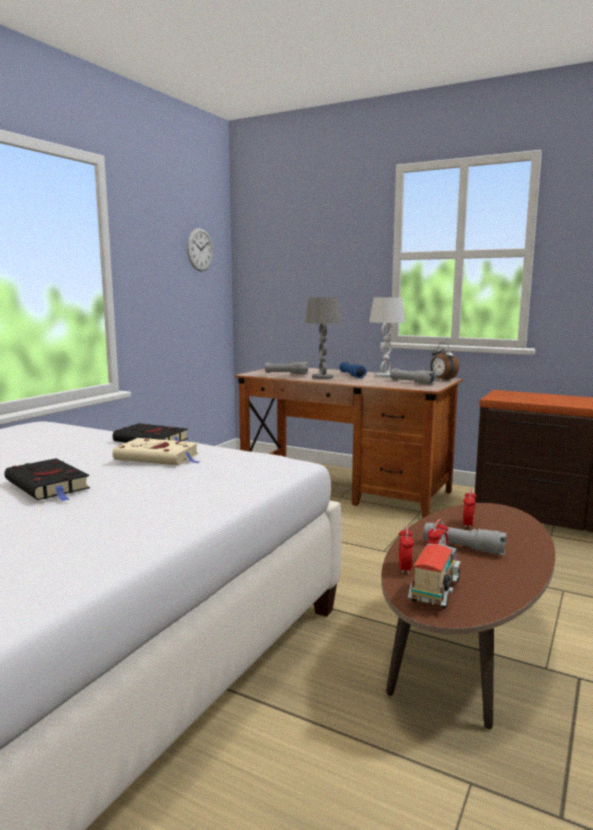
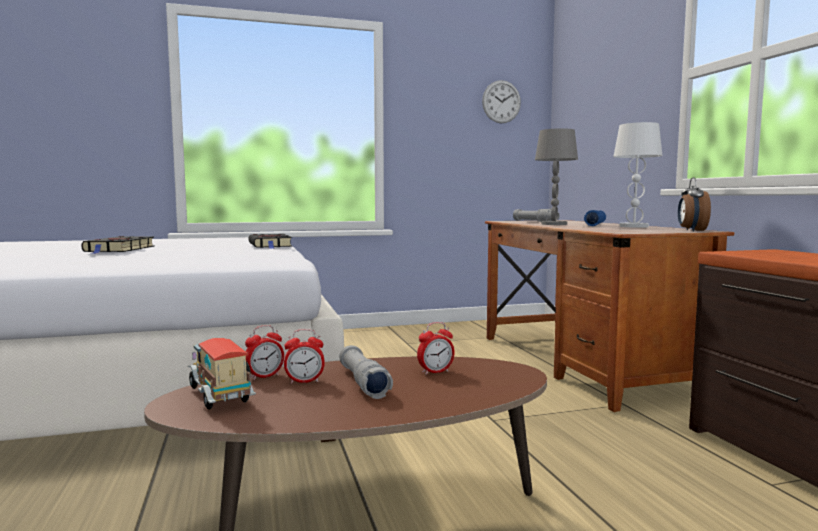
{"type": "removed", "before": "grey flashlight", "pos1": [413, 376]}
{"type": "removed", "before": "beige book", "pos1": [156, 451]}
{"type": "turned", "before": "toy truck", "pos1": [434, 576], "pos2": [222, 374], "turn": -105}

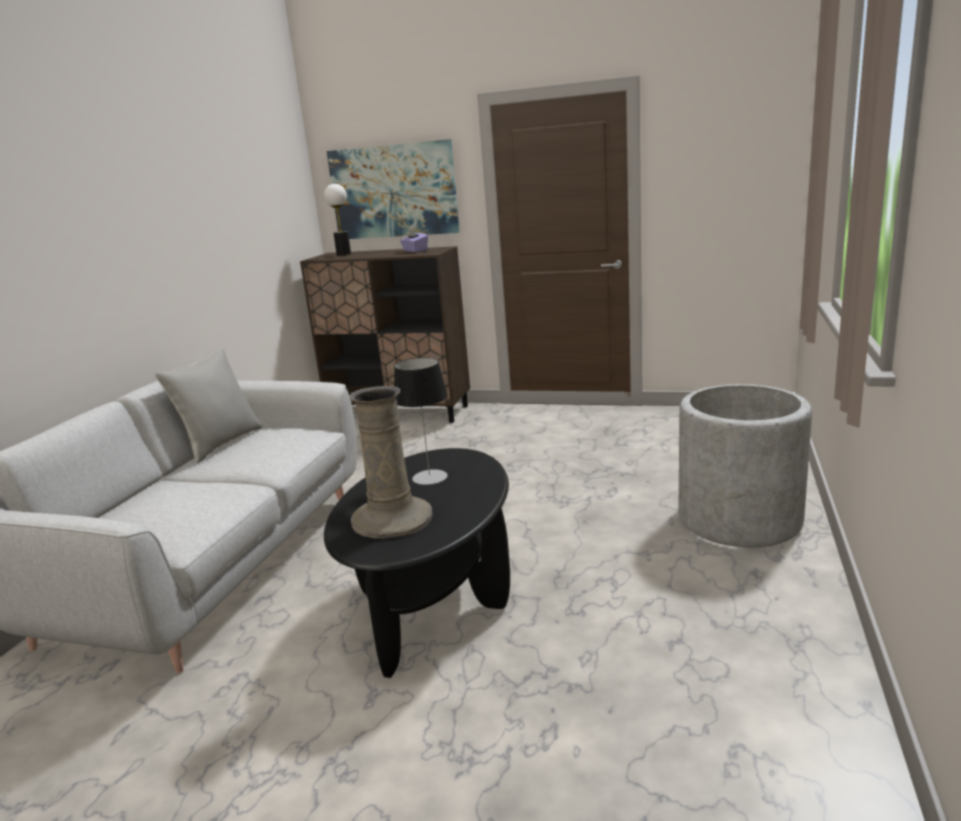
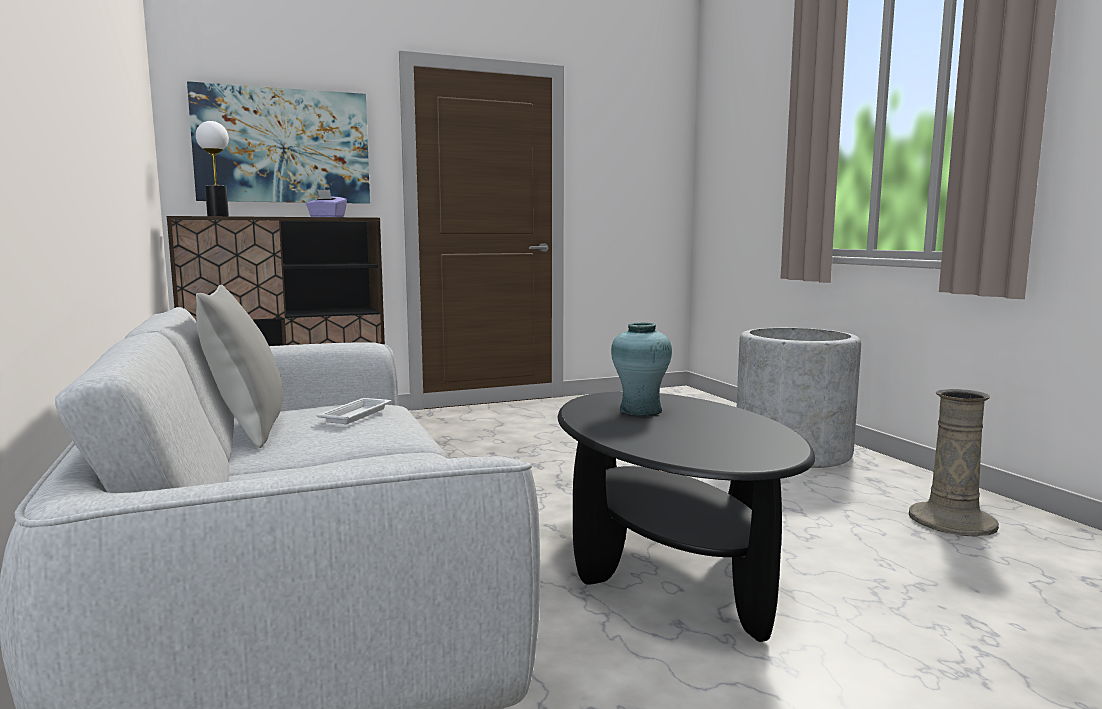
{"type": "replaced", "before": "table lamp", "after": "turquoise vase", "pos1": [421, 421], "pos2": [641, 369]}
{"type": "moved", "before": "beige vase", "pos1": [391, 462], "pos2": [954, 462]}
{"type": "added", "after": "white tray", "pos2": [354, 411]}

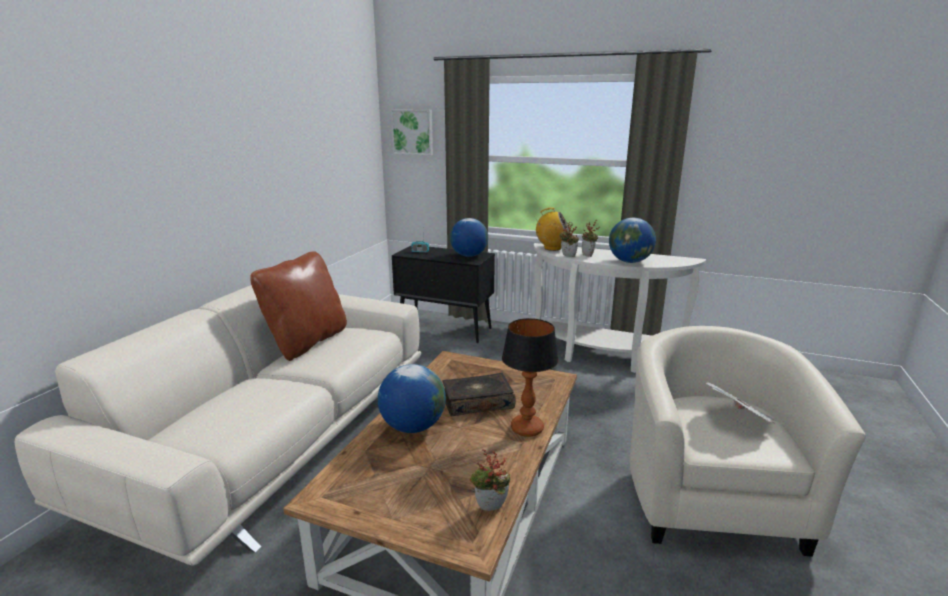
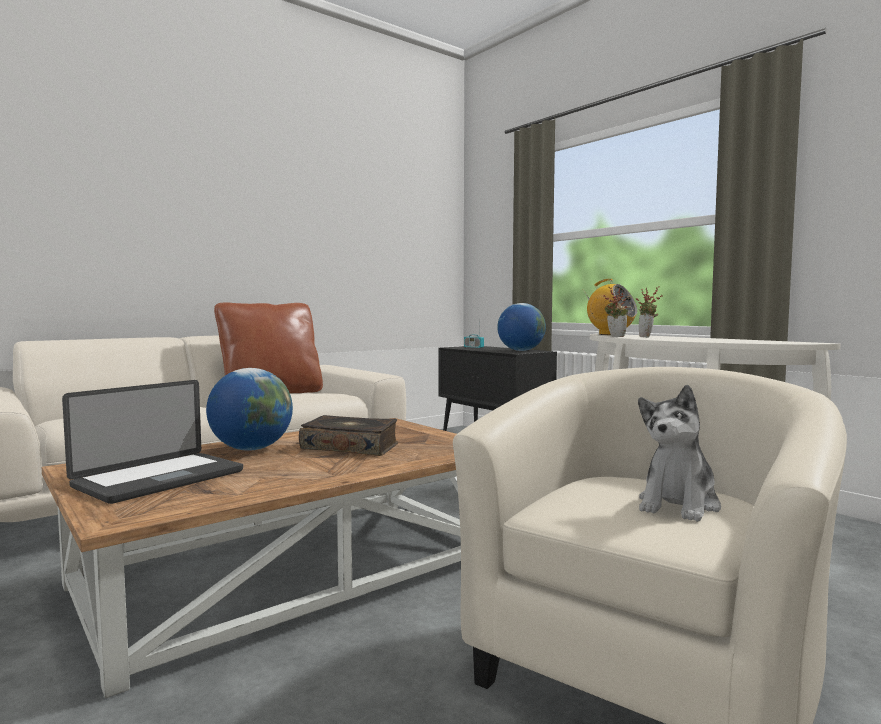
{"type": "removed", "before": "picture", "pos1": [412, 132]}
{"type": "removed", "before": "globe", "pos1": [632, 240]}
{"type": "removed", "before": "table lamp", "pos1": [530, 377]}
{"type": "replaced", "before": "newspaper", "after": "plush toy", "pos1": [742, 402], "pos2": [679, 453]}
{"type": "removed", "before": "potted plant", "pos1": [490, 480]}
{"type": "added", "after": "laptop", "pos2": [152, 442]}

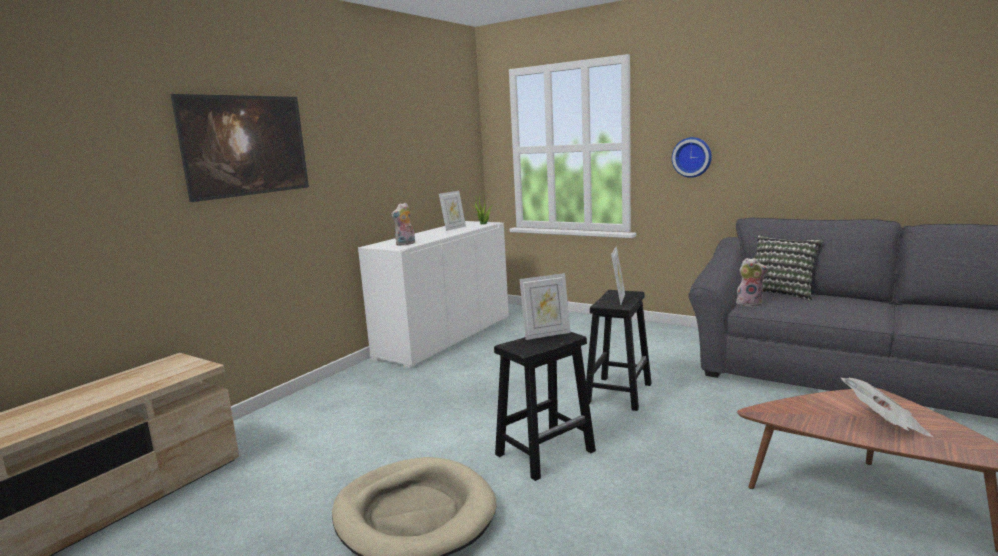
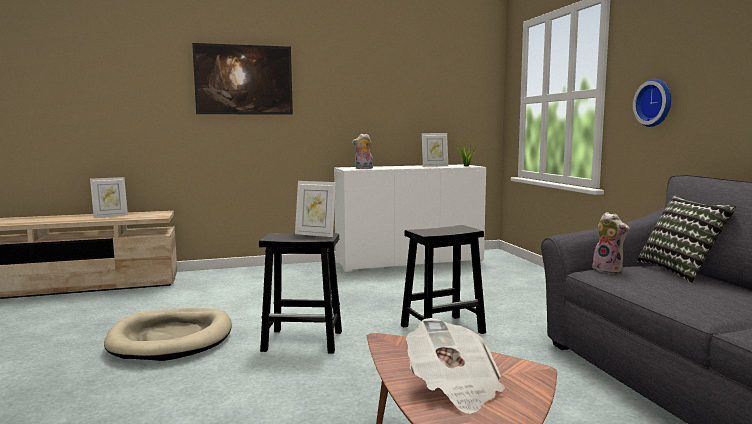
{"type": "moved", "before": "picture frame", "pos1": [618, 275], "pos2": [109, 197]}

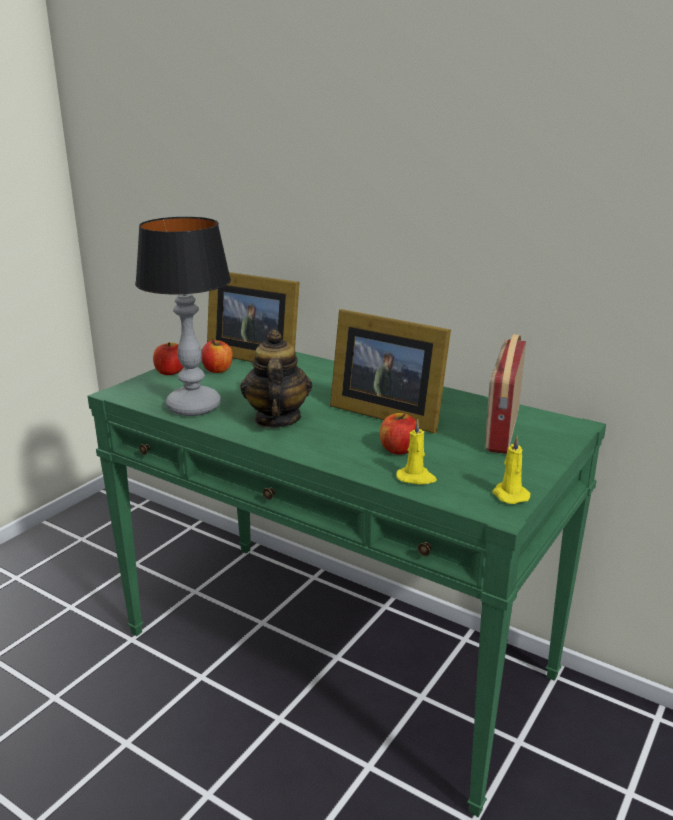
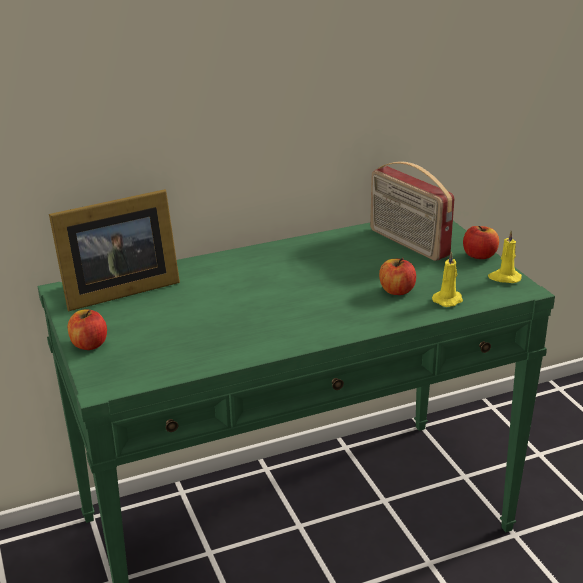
{"type": "removed", "before": "table lamp", "pos1": [183, 316]}
{"type": "removed", "before": "picture frame", "pos1": [390, 371]}
{"type": "removed", "before": "teapot", "pos1": [276, 378]}
{"type": "moved", "before": "apple", "pos1": [217, 356], "pos2": [481, 242]}

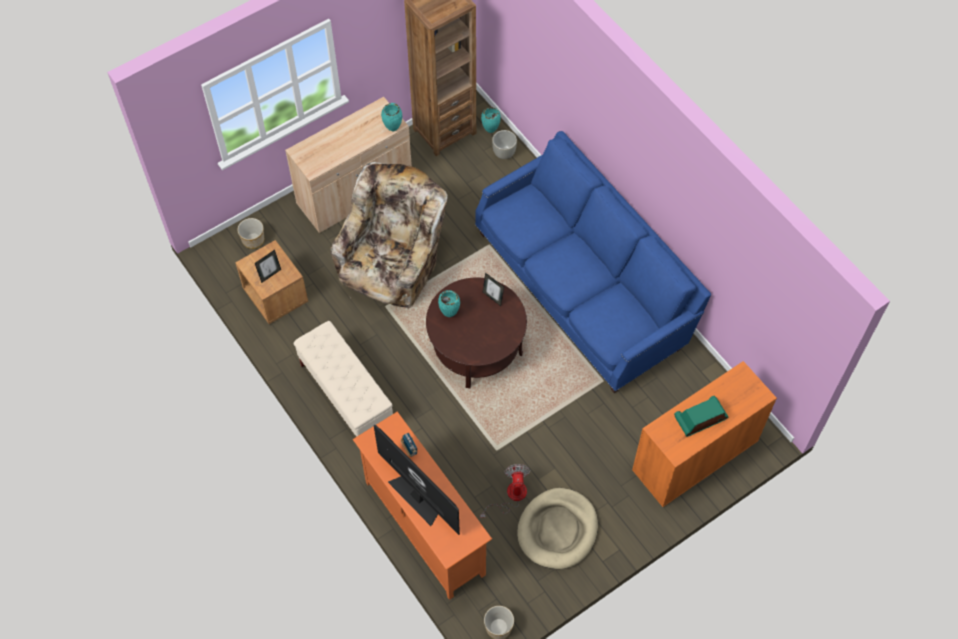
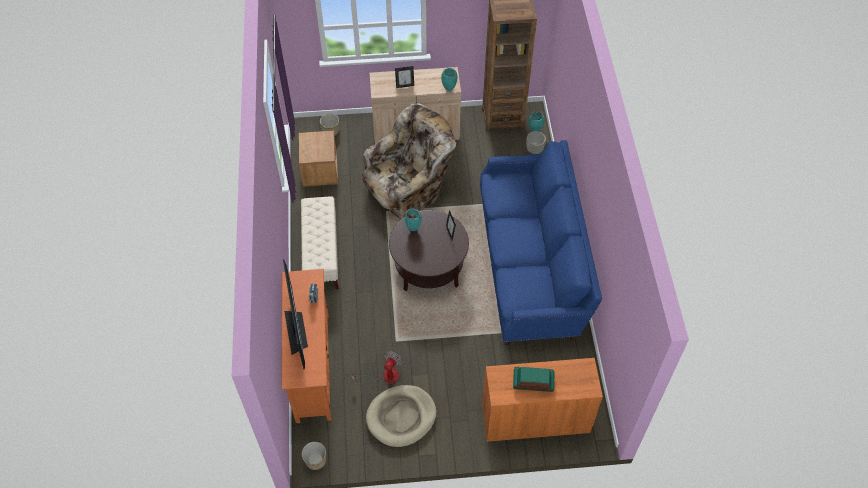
{"type": "moved", "before": "picture frame", "pos1": [268, 266], "pos2": [404, 77]}

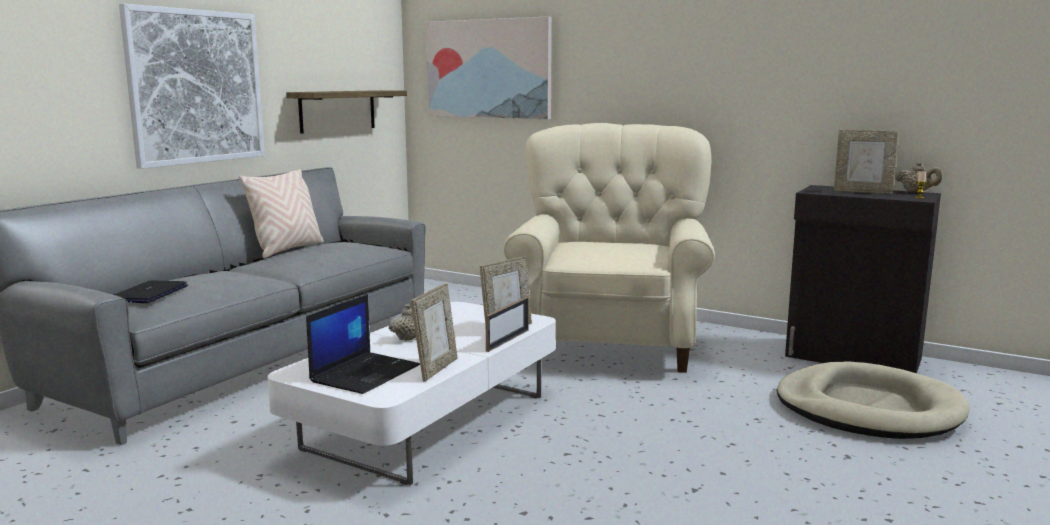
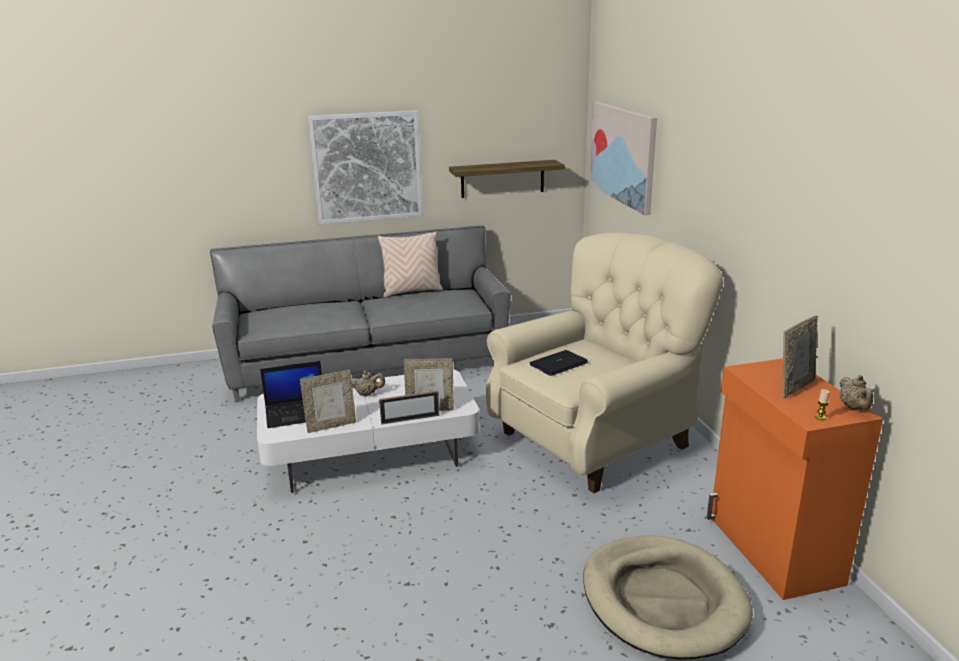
{"type": "turned", "before": "picture frame", "pos1": [866, 162], "pos2": [800, 357], "turn": -105}
{"type": "recoloured", "before": "black cabinet", "after": "orange cabinet", "pos1": [863, 279], "pos2": [795, 479]}
{"type": "moved", "before": "laptop", "pos1": [151, 292], "pos2": [558, 363]}

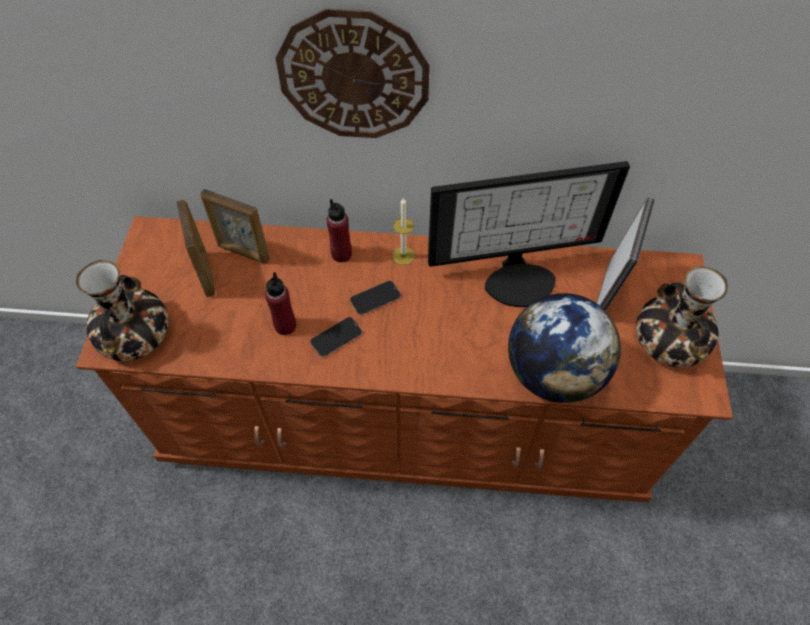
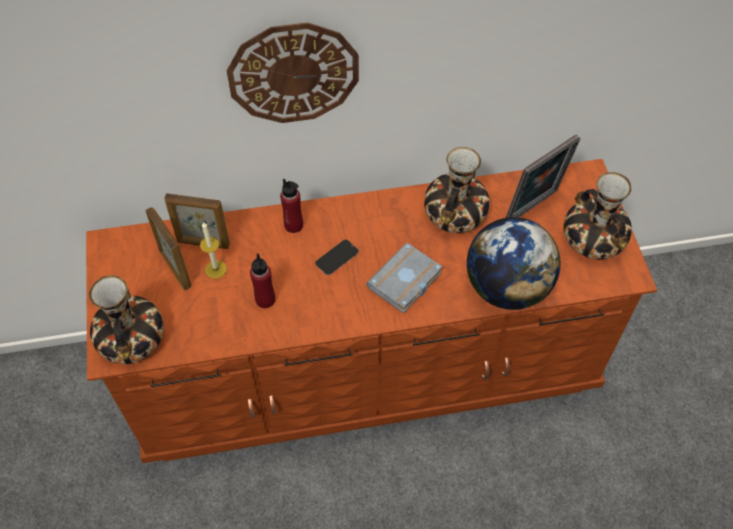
{"type": "replaced", "before": "monitor", "after": "vase", "pos1": [529, 234], "pos2": [457, 190]}
{"type": "moved", "before": "candle", "pos1": [403, 231], "pos2": [213, 250]}
{"type": "turned", "before": "picture frame", "pos1": [626, 254], "pos2": [543, 176], "turn": 45}
{"type": "removed", "before": "phone", "pos1": [336, 337]}
{"type": "added", "after": "grey book", "pos2": [404, 278]}

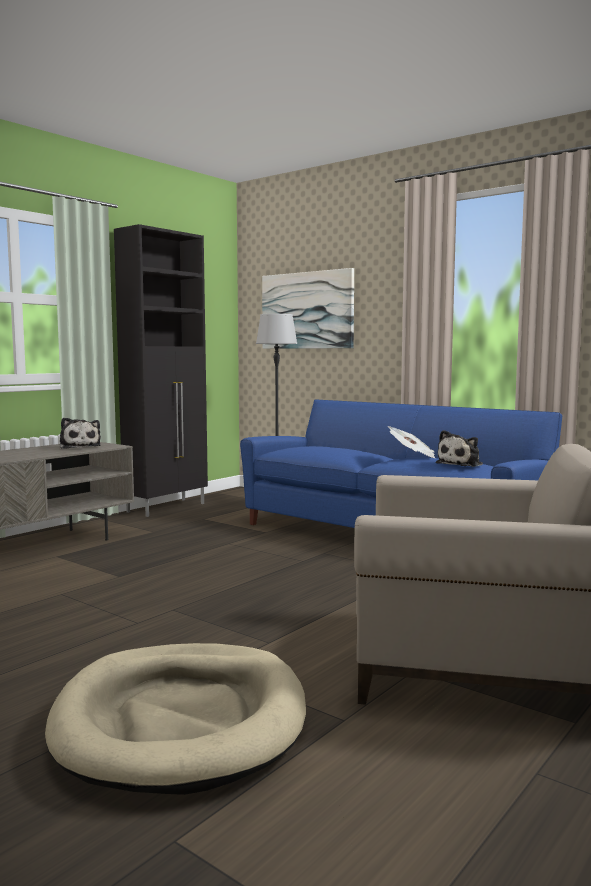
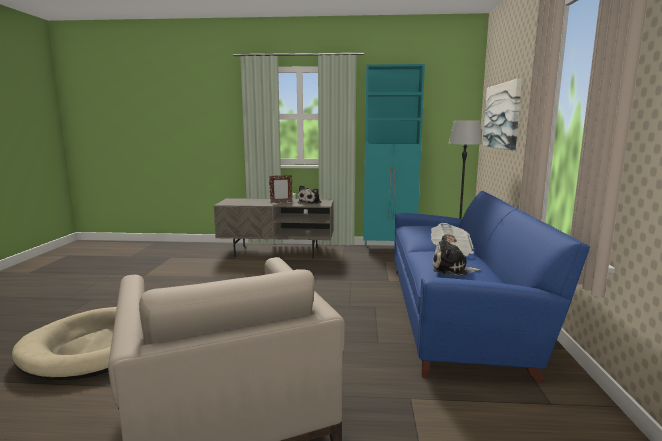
{"type": "recoloured", "before": "black cabinet", "after": "turquoise cabinet", "pos1": [161, 370], "pos2": [394, 158]}
{"type": "added", "after": "picture frame", "pos2": [281, 189]}

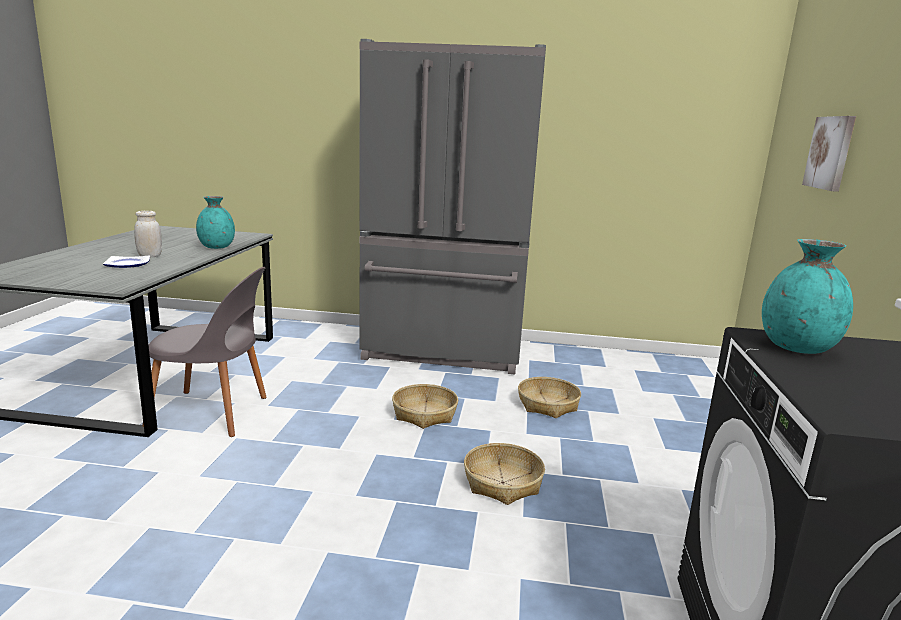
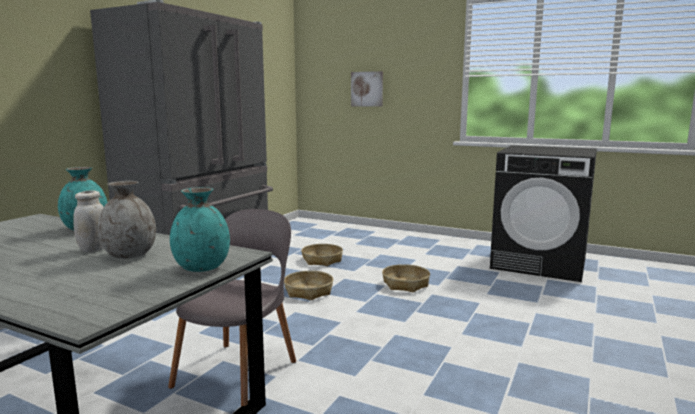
{"type": "moved", "before": "turquoise vase", "pos1": [807, 296], "pos2": [200, 229]}
{"type": "replaced", "before": "plate", "after": "grey vase", "pos1": [126, 262], "pos2": [127, 220]}

